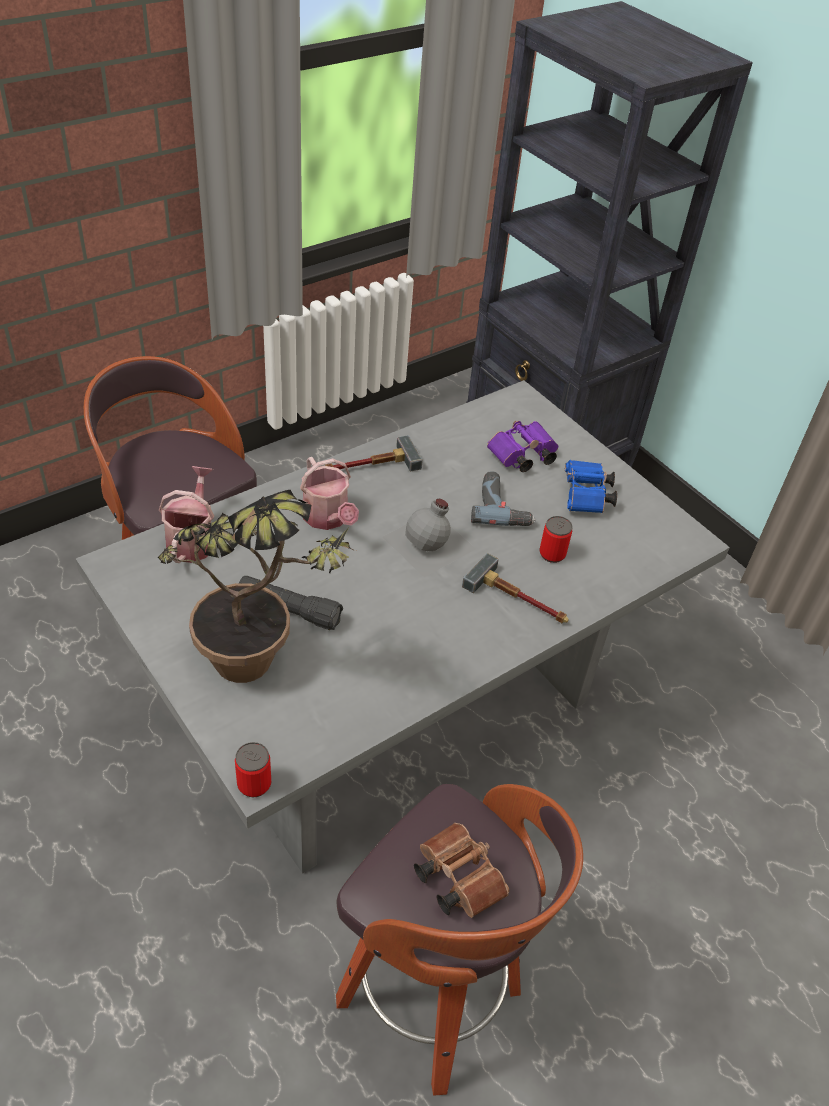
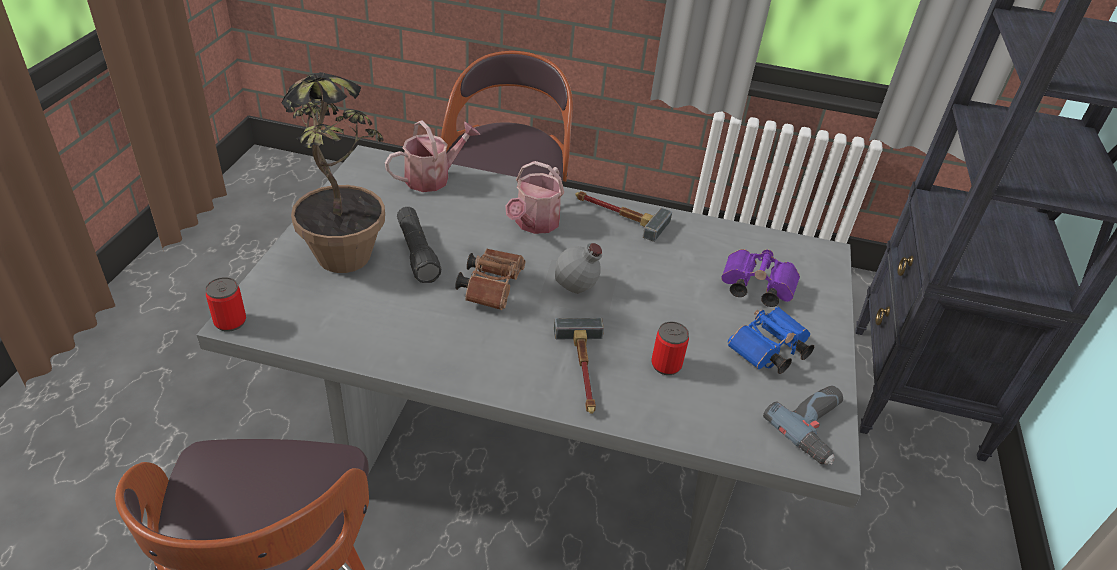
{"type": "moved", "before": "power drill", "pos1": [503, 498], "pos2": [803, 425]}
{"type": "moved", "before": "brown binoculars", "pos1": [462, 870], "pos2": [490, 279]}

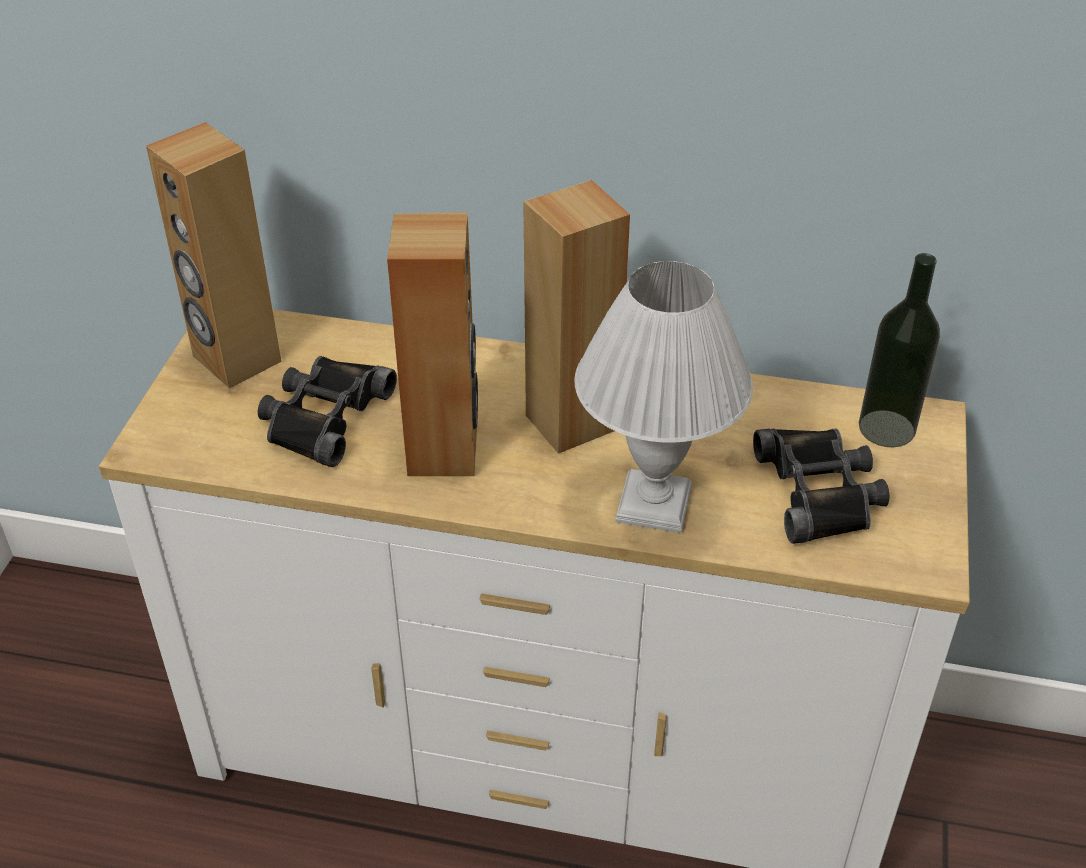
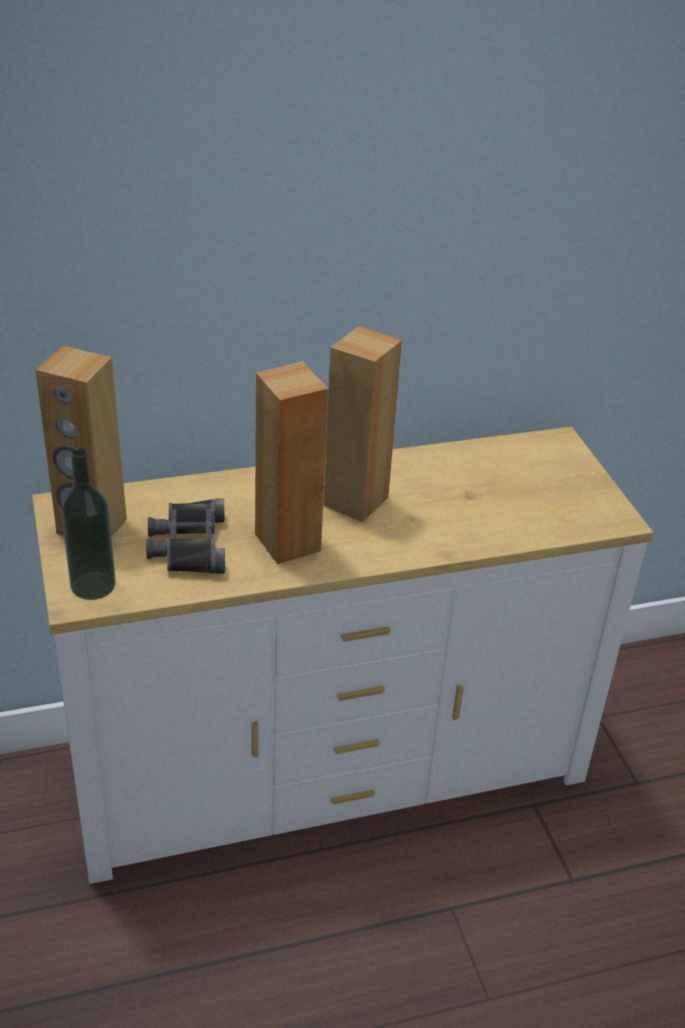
{"type": "moved", "before": "bottle", "pos1": [899, 350], "pos2": [88, 524]}
{"type": "removed", "before": "white table lamp", "pos1": [663, 397]}
{"type": "removed", "before": "black binoculars", "pos1": [821, 486]}

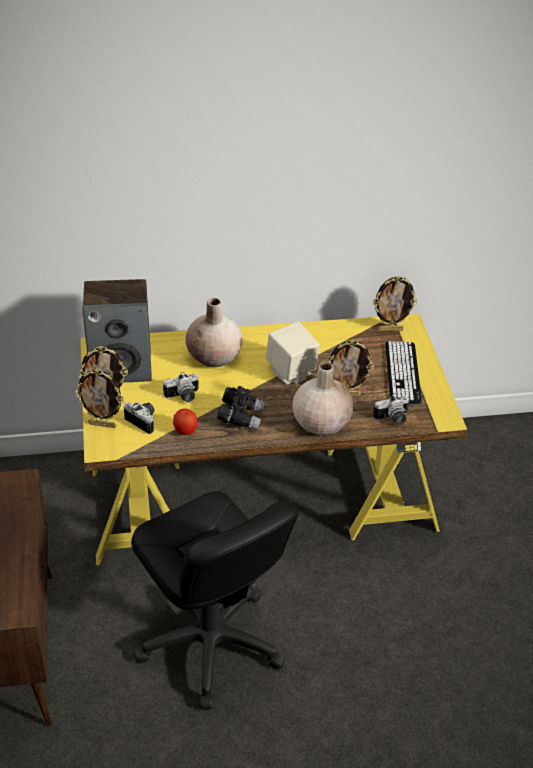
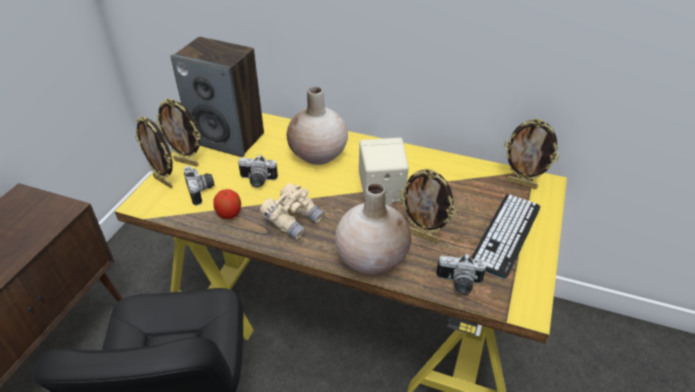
{"type": "recoloured", "before": "black binoculars", "after": "beige binoculars", "pos1": [241, 408], "pos2": [292, 211]}

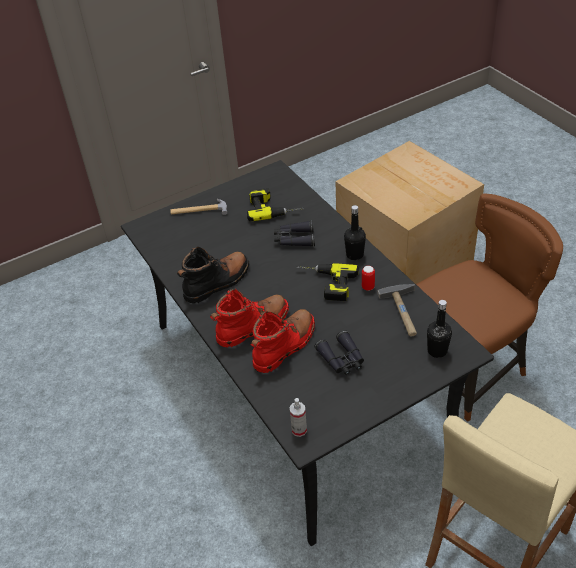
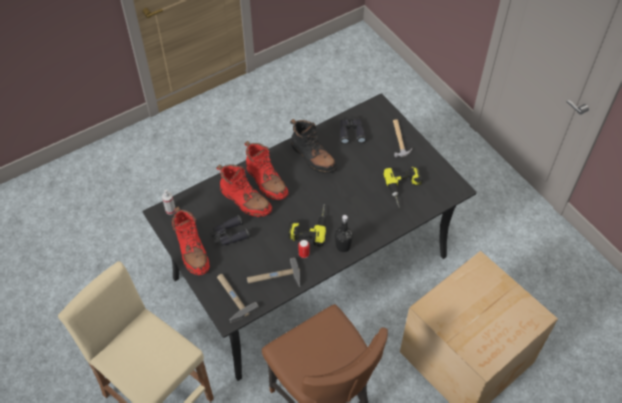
{"type": "moved", "before": "black binoculars", "pos1": [294, 233], "pos2": [353, 130]}
{"type": "replaced", "before": "black bottle", "after": "hammer", "pos1": [439, 329], "pos2": [238, 298]}
{"type": "added", "after": "red boot", "pos2": [191, 240]}

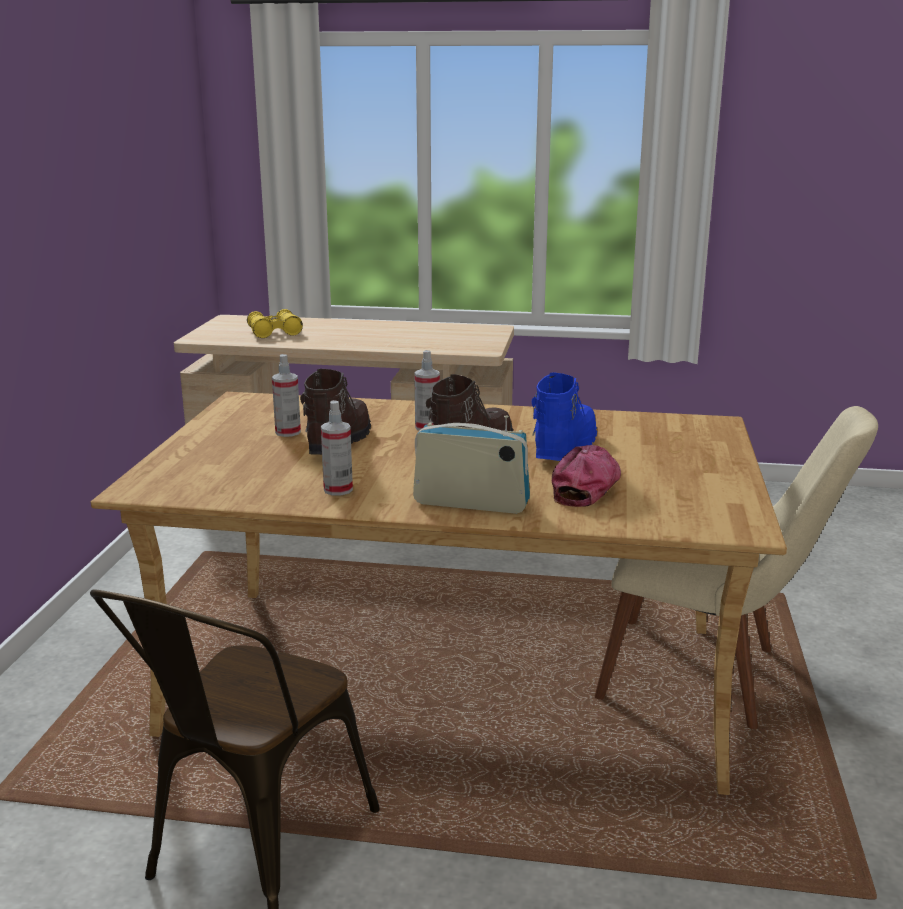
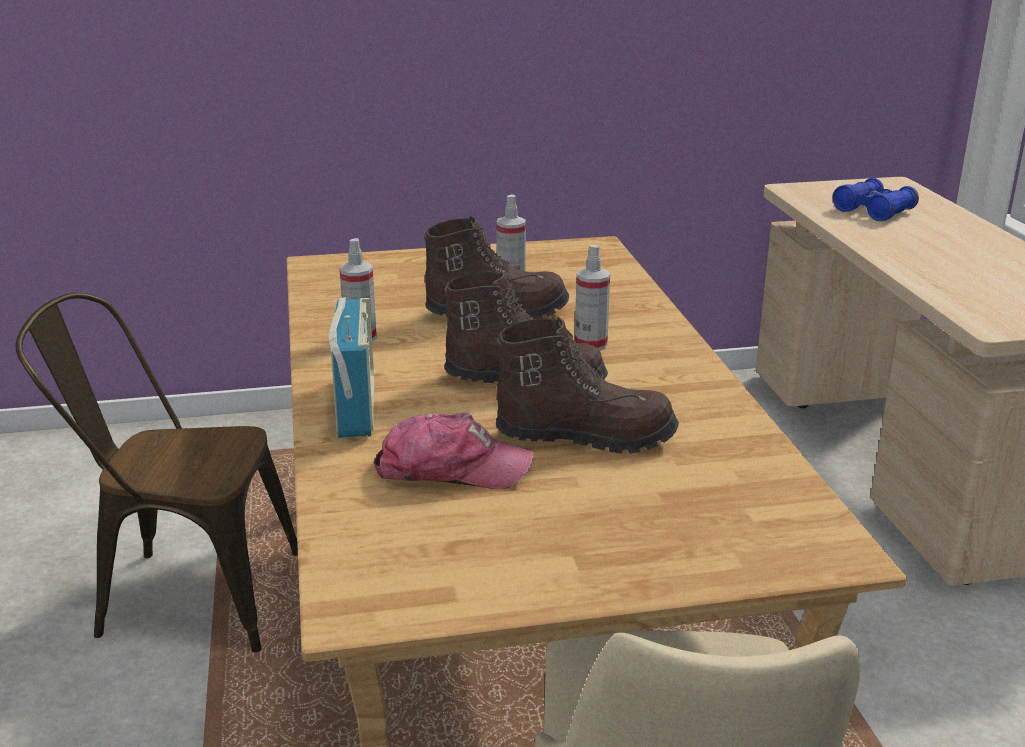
{"type": "recoloured", "before": "yellow binoculars", "after": "blue binoculars", "pos1": [275, 323], "pos2": [876, 199]}
{"type": "recoloured", "before": "blue boot", "after": "brown boot", "pos1": [564, 416], "pos2": [587, 385]}

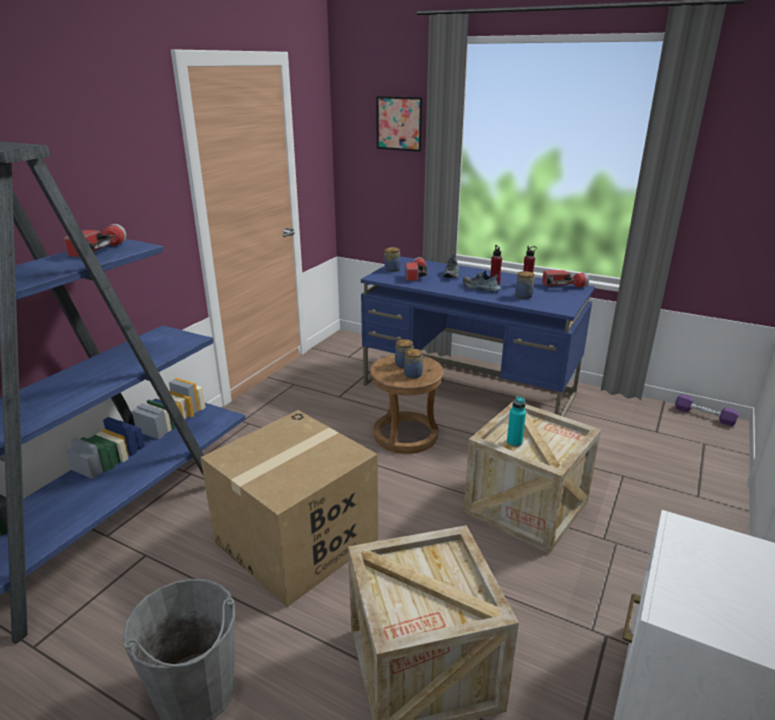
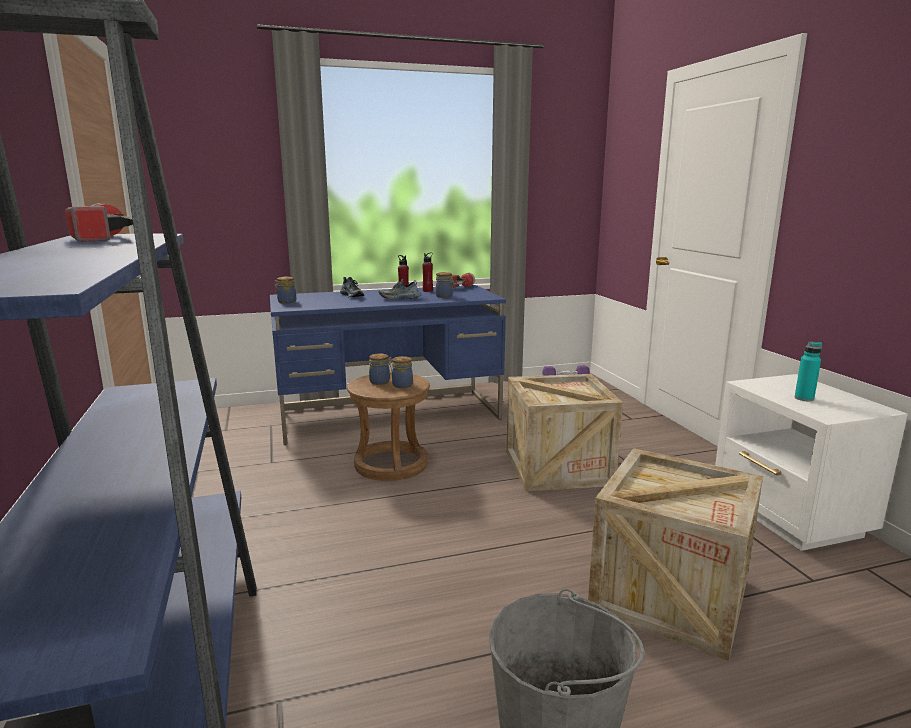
{"type": "removed", "before": "picture", "pos1": [399, 124]}
{"type": "removed", "before": "flashlight", "pos1": [416, 269]}
{"type": "moved", "before": "turquoise bottle", "pos1": [516, 421], "pos2": [808, 371]}
{"type": "removed", "before": "cardboard box", "pos1": [289, 508]}

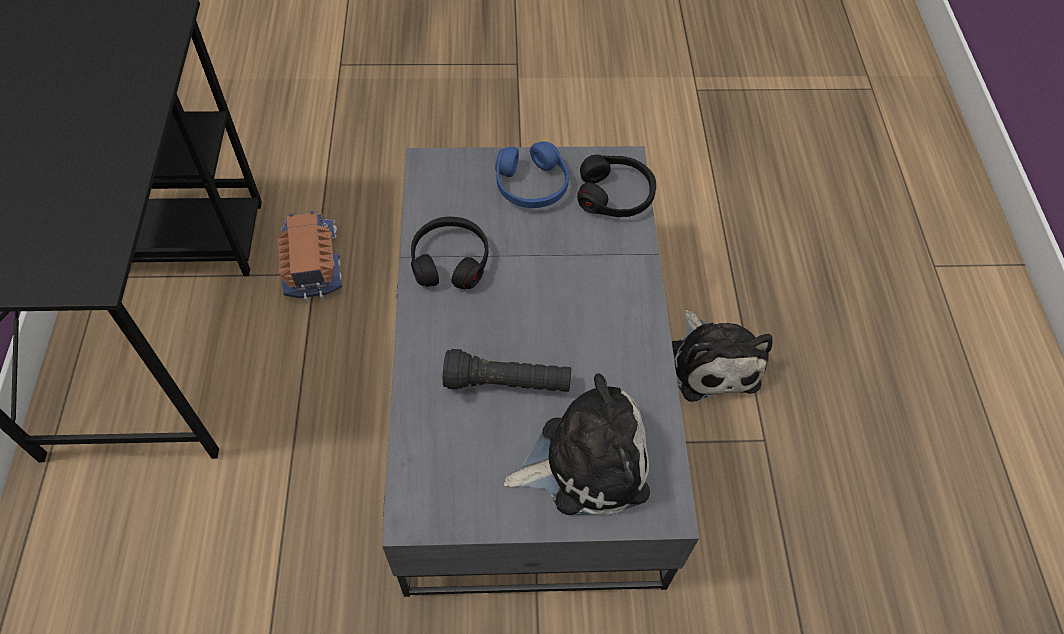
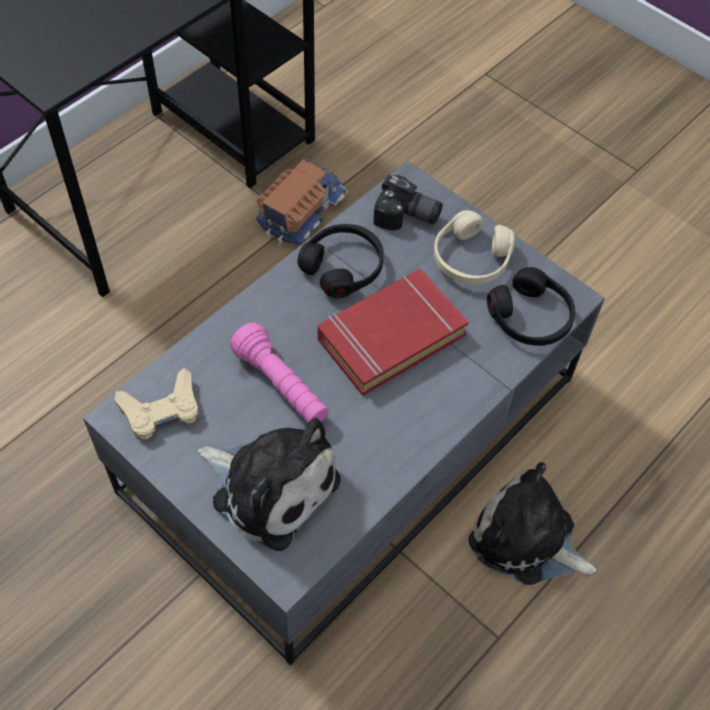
{"type": "recoloured", "before": "blue headphones", "after": "beige headphones", "pos1": [532, 174], "pos2": [474, 247]}
{"type": "turned", "before": "plush toy", "pos1": [722, 356], "pos2": [532, 523], "turn": 90}
{"type": "recoloured", "before": "black flashlight", "after": "pink flashlight", "pos1": [507, 370], "pos2": [279, 372]}
{"type": "added", "after": "photo camera", "pos2": [408, 203]}
{"type": "added", "after": "red book", "pos2": [393, 332]}
{"type": "added", "after": "beige game controller", "pos2": [156, 404]}

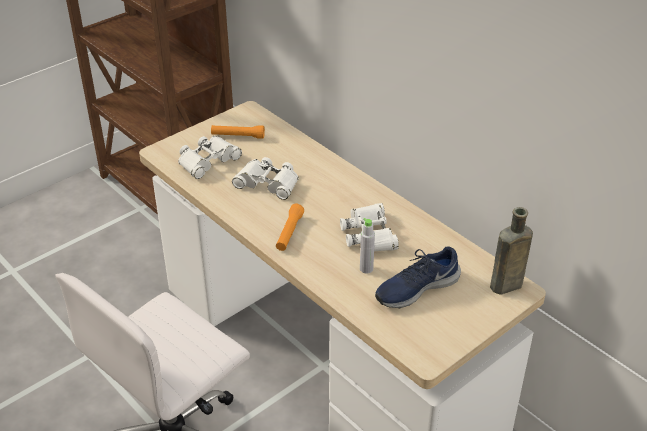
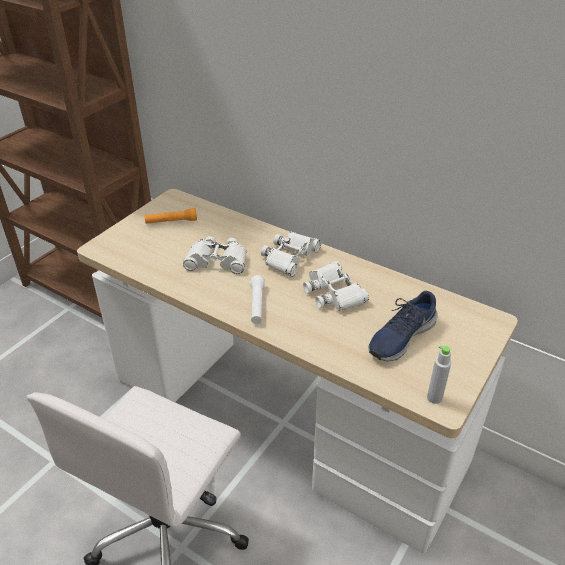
{"type": "moved", "before": "white binoculars", "pos1": [210, 157], "pos2": [291, 254]}
{"type": "recoloured", "before": "orange flashlight", "after": "white flashlight", "pos1": [290, 227], "pos2": [257, 299]}
{"type": "removed", "before": "brown bottle", "pos1": [511, 251]}
{"type": "moved", "before": "grey bottle", "pos1": [367, 245], "pos2": [439, 375]}

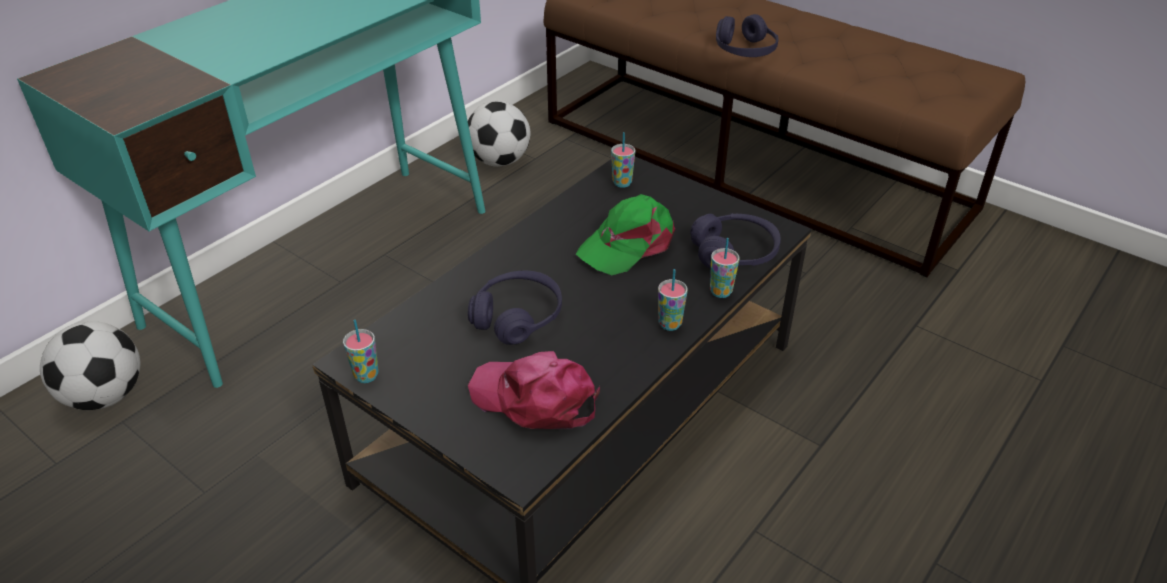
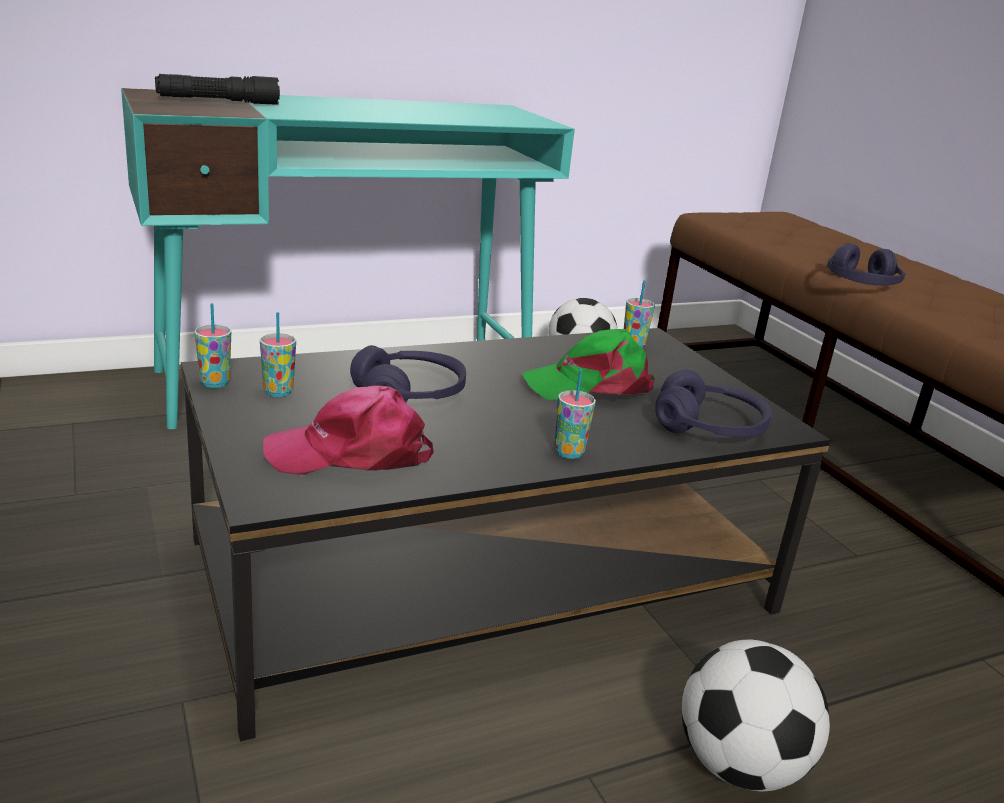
{"type": "moved", "before": "cup", "pos1": [724, 268], "pos2": [278, 354]}
{"type": "moved", "before": "football", "pos1": [90, 365], "pos2": [756, 715]}
{"type": "turned", "before": "pink cap", "pos1": [534, 390], "pos2": [348, 430], "turn": -60}
{"type": "added", "after": "black flashlight", "pos2": [217, 89]}

